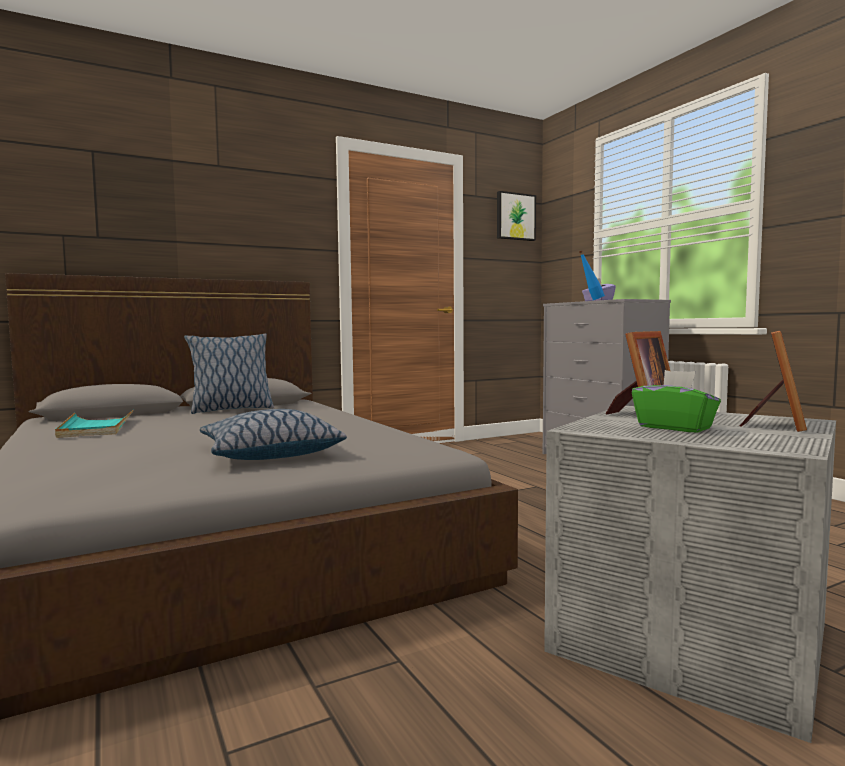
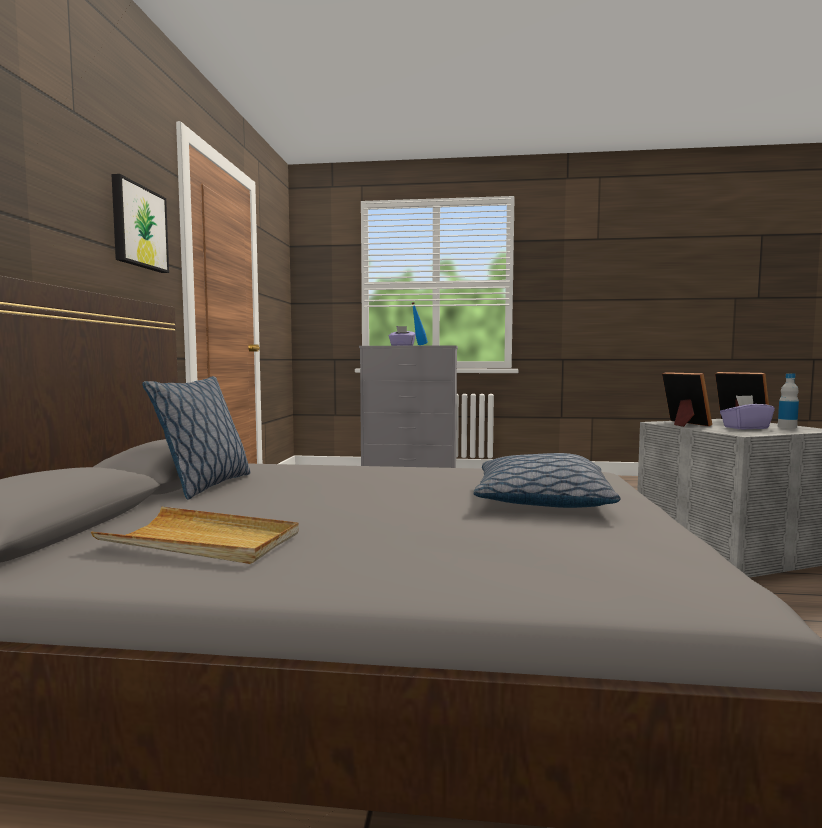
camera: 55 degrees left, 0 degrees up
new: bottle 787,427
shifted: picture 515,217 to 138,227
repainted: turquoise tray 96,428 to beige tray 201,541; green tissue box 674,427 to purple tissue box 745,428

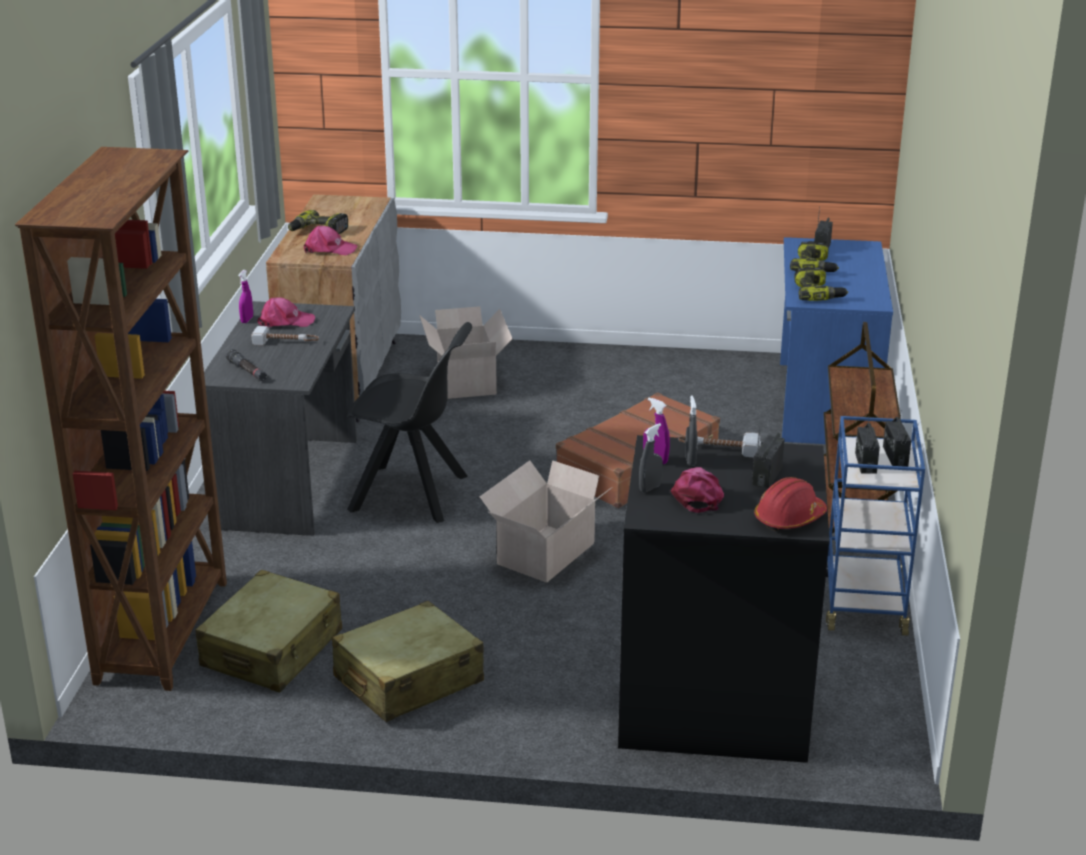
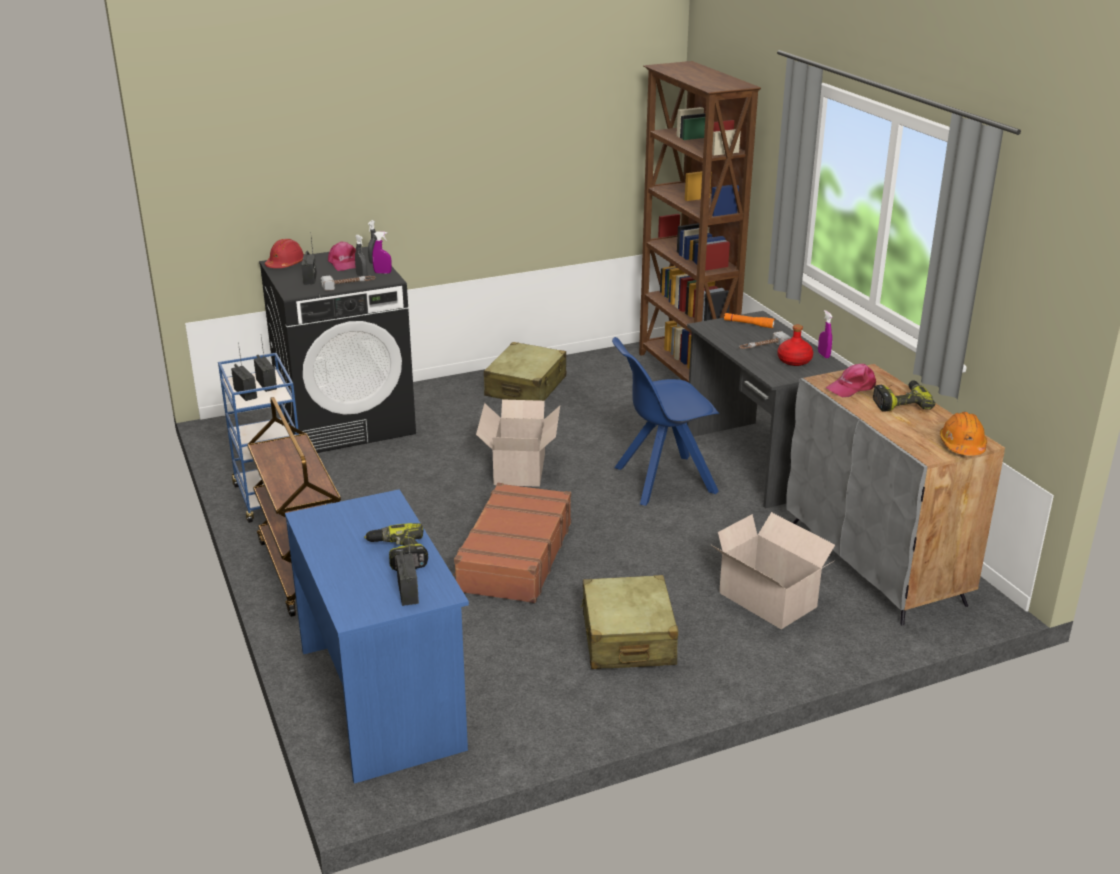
camera: 150 degrees right, 0 degrees up
gone: power drill 818,294
new: orange hard hat 962,445
shifted: beige suitcase 272,649 to 627,639
swapped: pink cap 285,321 to red bottle 794,361
repainted: black chair 412,494 to blue chair 662,480; black flashlight 247,371 to orange flashlight 748,324

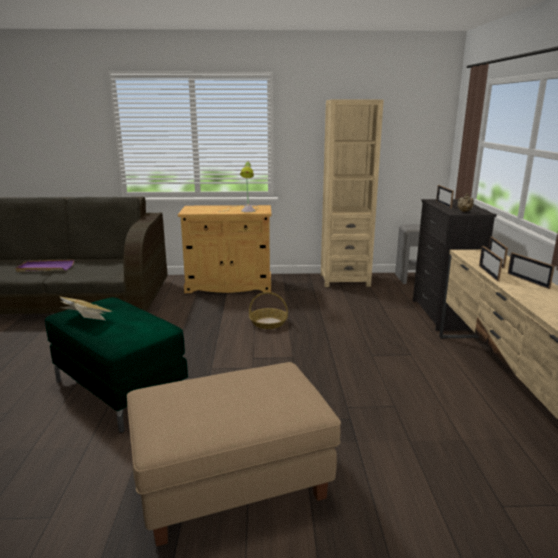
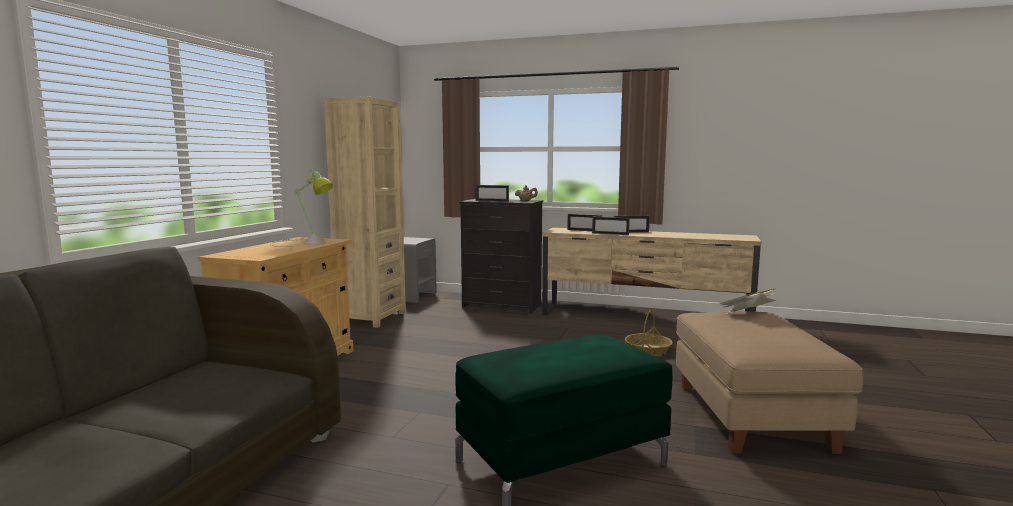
camera: 70 degrees left, 10 degrees down
gone: purple tray 45,268
shifted: basket 268,323 to 648,349; book 85,318 to 747,312

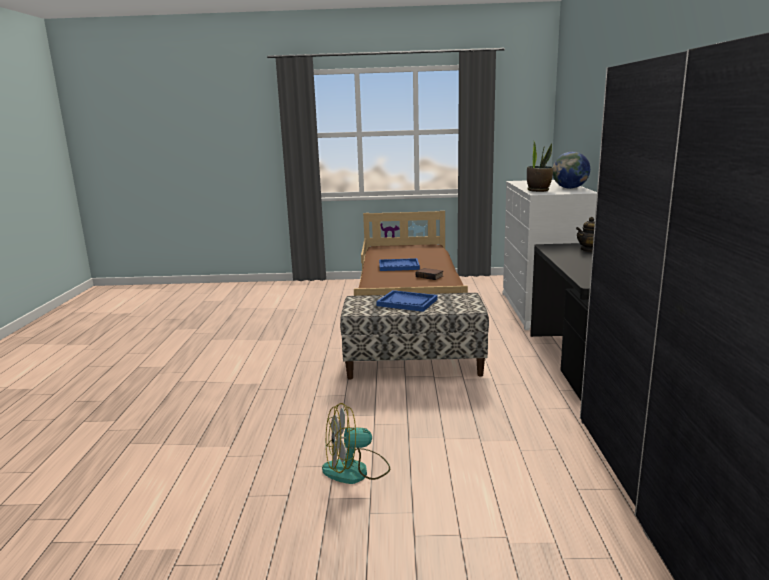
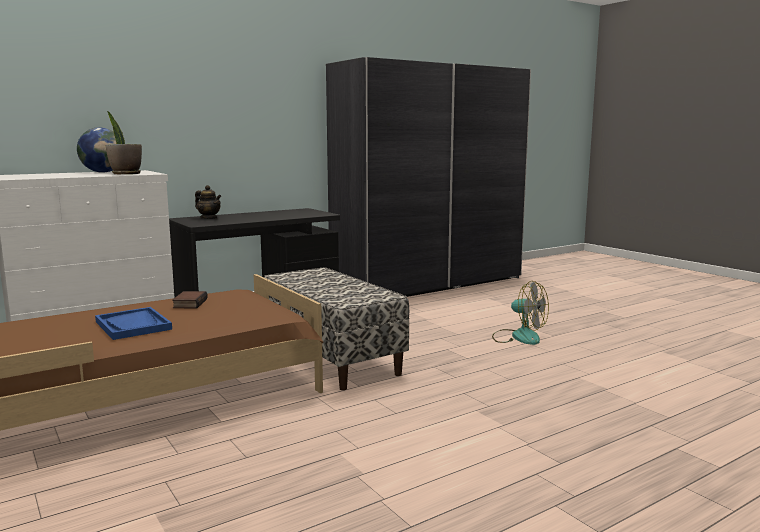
camera: 125 degrees left, 5 degrees down
gone: blue tray 407,302

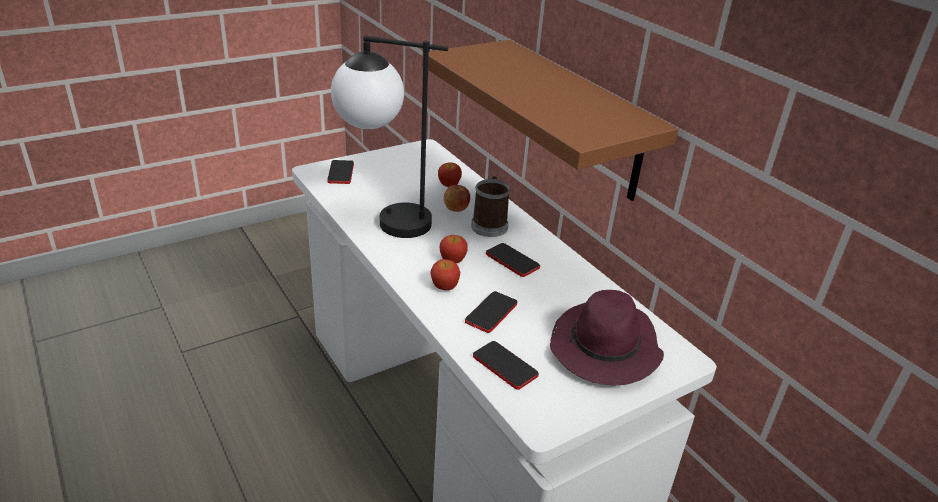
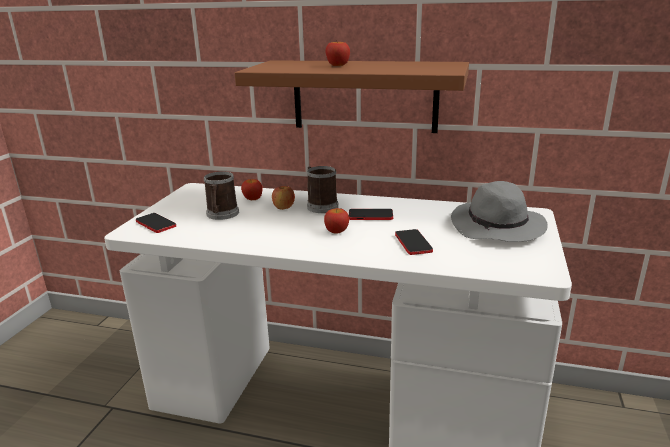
camera: 40 degrees left, 10 degrees down
gone: table lamp 384,220; phone 505,366
new: mug 221,215
shifted: apple 444,286 to 337,65
repainted: purple hat 605,349 to grey hat 498,227

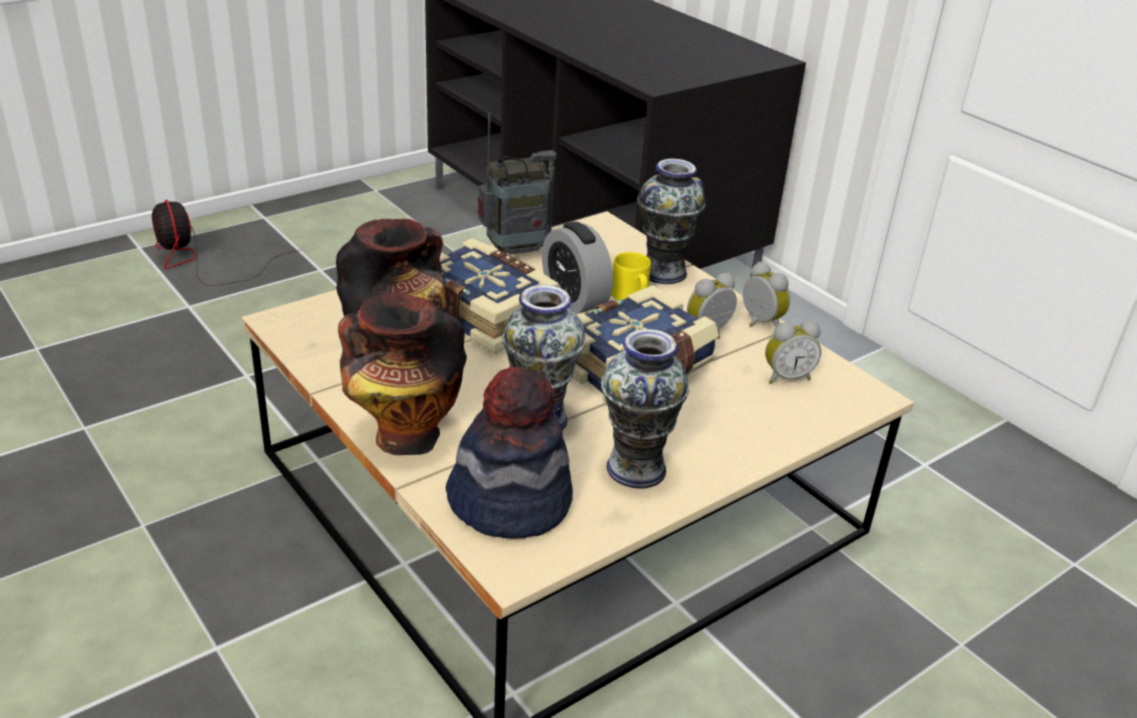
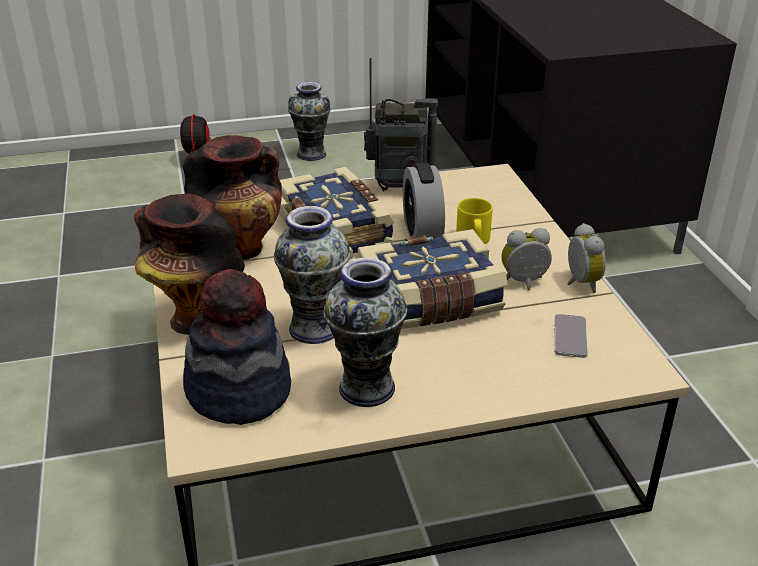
camera: 25 degrees right, 0 degrees up
shifted: vase 663,273 to 311,154
swapped: alarm clock 786,377 to phone 570,337

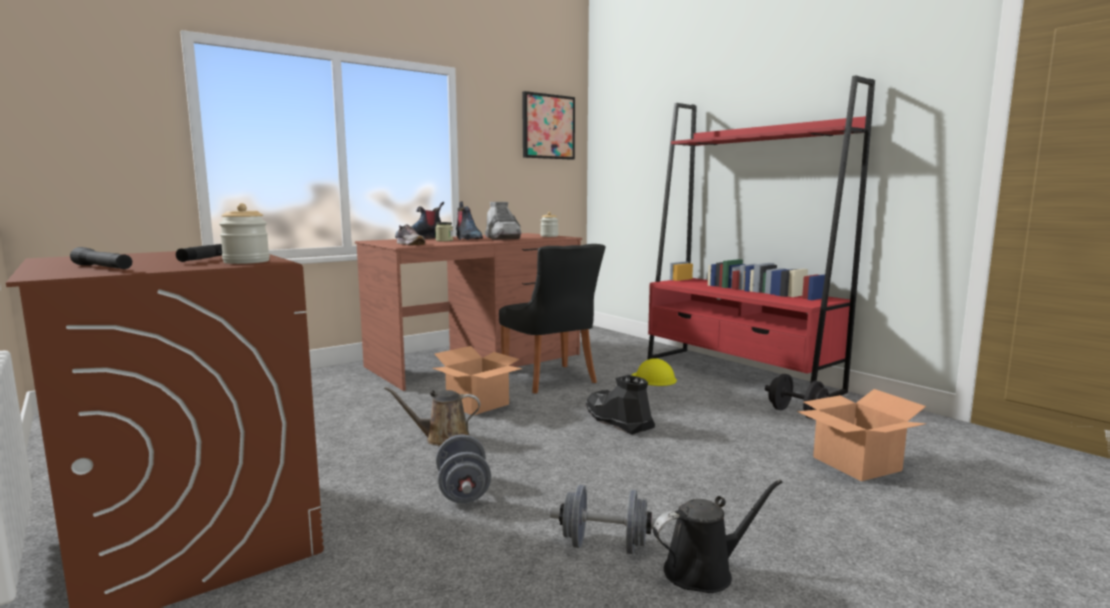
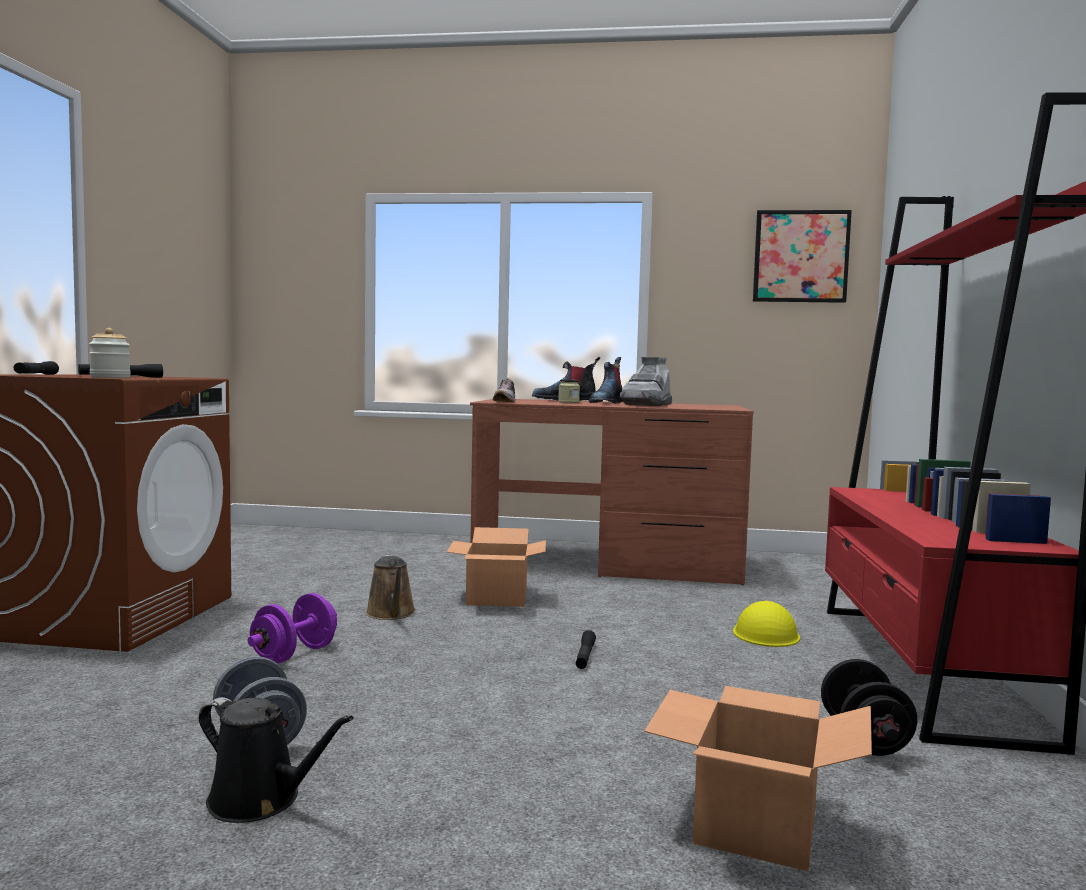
camera: 45 degrees right, 5 degrees down
gone: black chair 551,380; jar 549,236
swapped: black boot 618,421 to black flashlight 585,656
repainted: grey dumbbell 463,491 to purple dumbbell 294,654
rotated: brown watering can 443,439 = 391,614 150 degrees counterclockwise

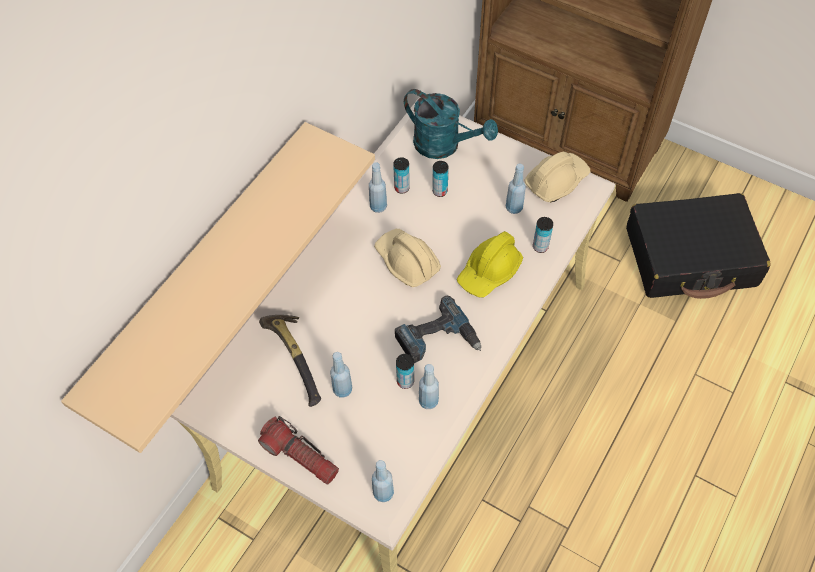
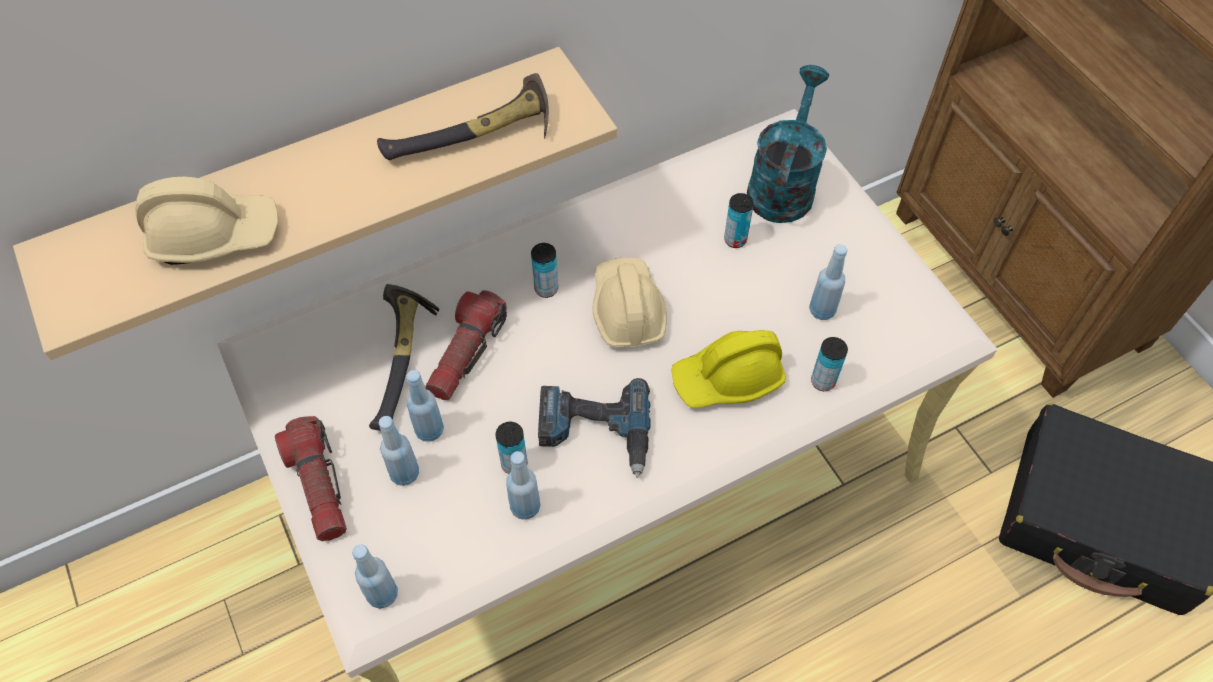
camera: 30 degrees right, 0 degrees up
new: hammer 476,140; flashlight 466,353
shifted: beige hard hat 556,181 to 214,234; blue bottle 378,207 to 404,473; can 401,188 to 546,289
rotated: turquoise watering can 444,145 = 783,184 135 degrees counterclockwise

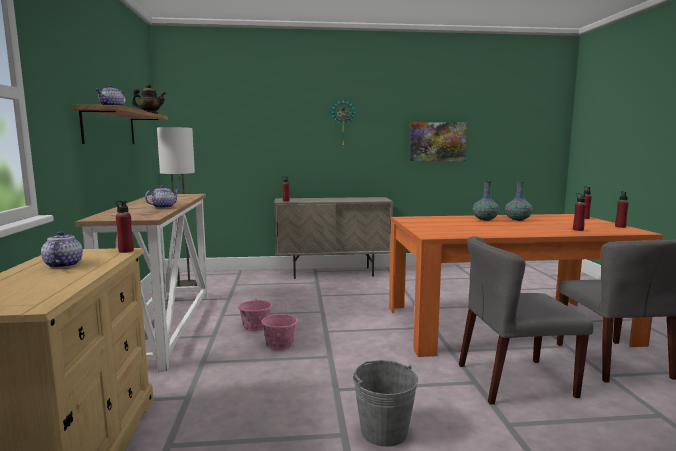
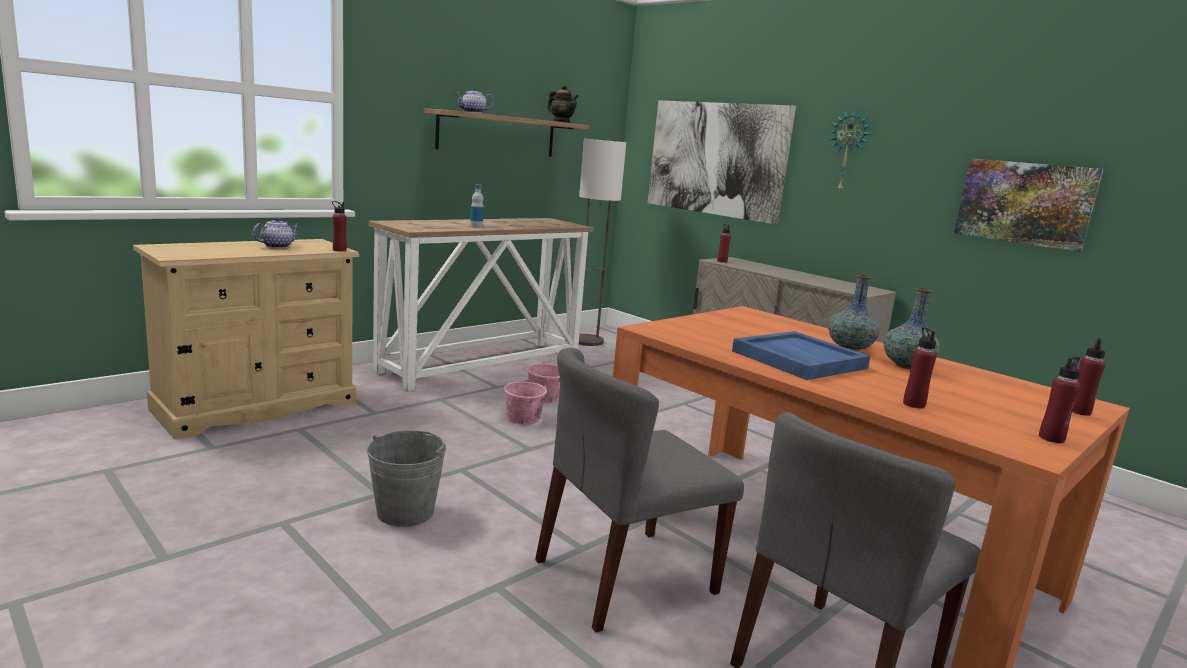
camera: 50 degrees right, 5 degrees up
new: picture 716,159; blue tray 797,359
swapped: teapot 164,207 to bottle 476,227
rotated: grey chair 514,381 = 625,577 75 degrees counterclockwise

